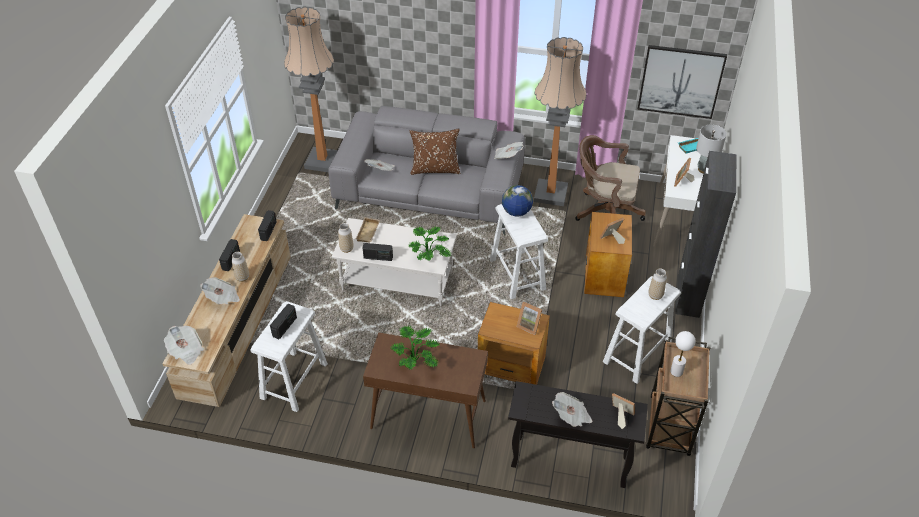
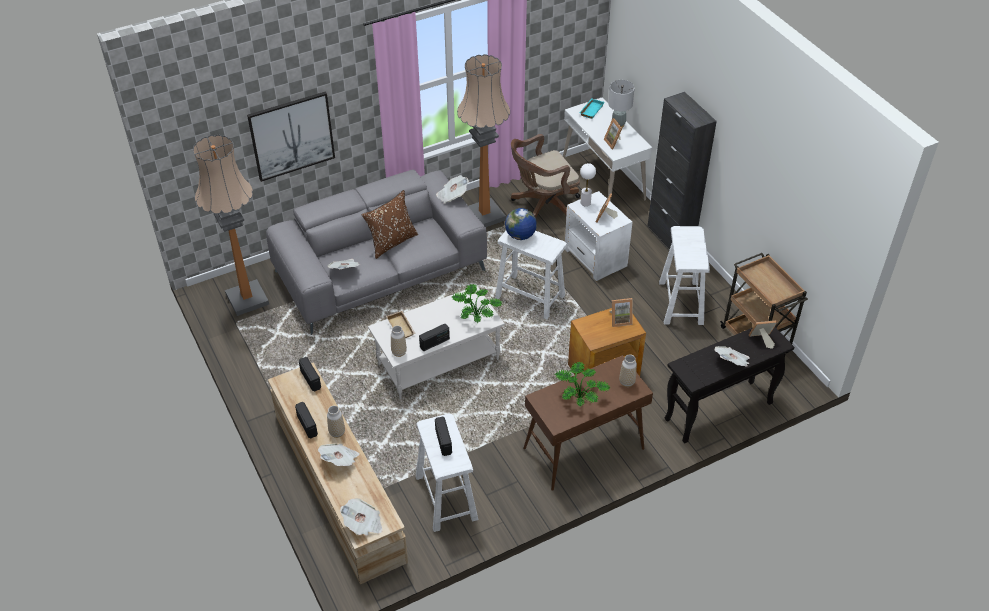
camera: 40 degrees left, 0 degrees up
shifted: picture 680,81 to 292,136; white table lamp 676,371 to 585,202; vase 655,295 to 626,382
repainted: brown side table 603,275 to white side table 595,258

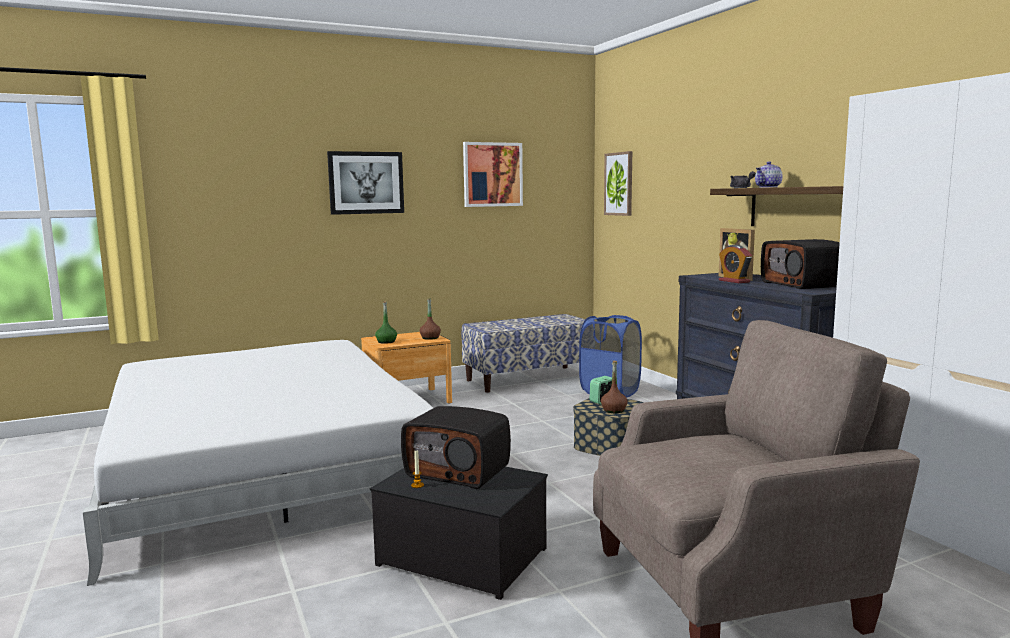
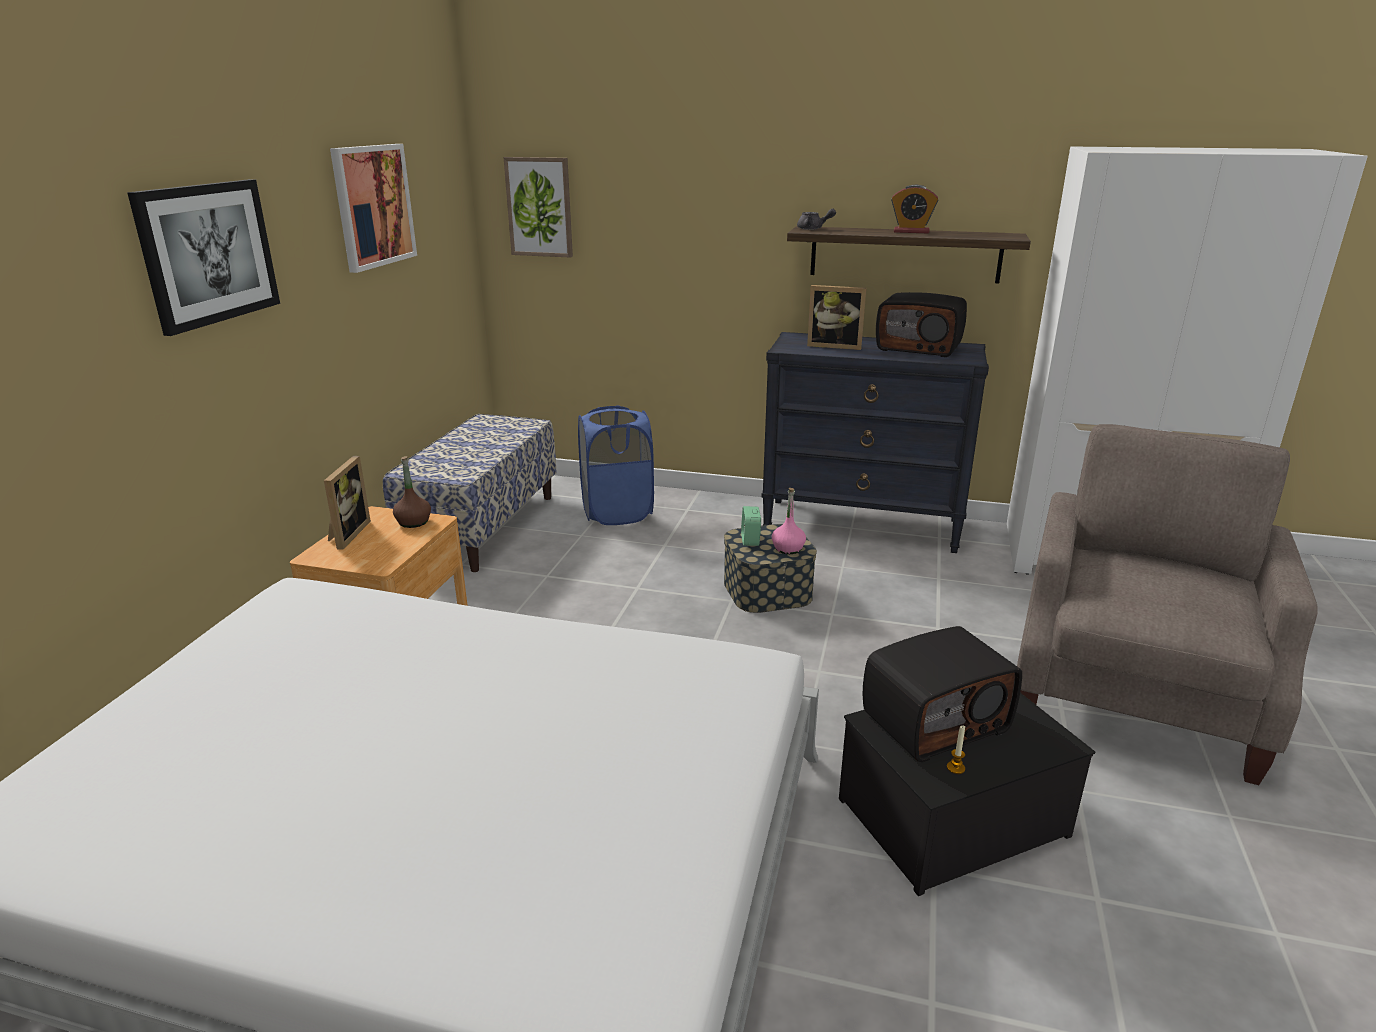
camera: 50 degrees left, 15 degrees up
gone: green bottle 386,342; teapot 768,187
new: picture frame 346,534
shifted: alarm clock 734,281 to 911,231
repainted: brown bottle 614,410 to pink bottle 788,548

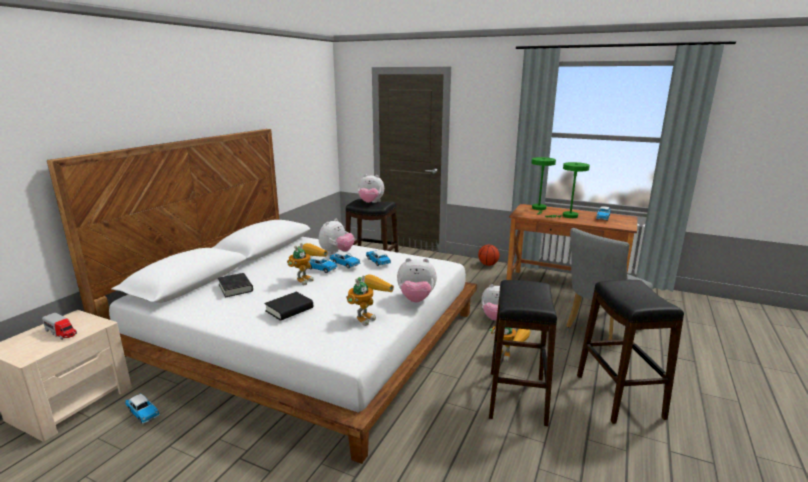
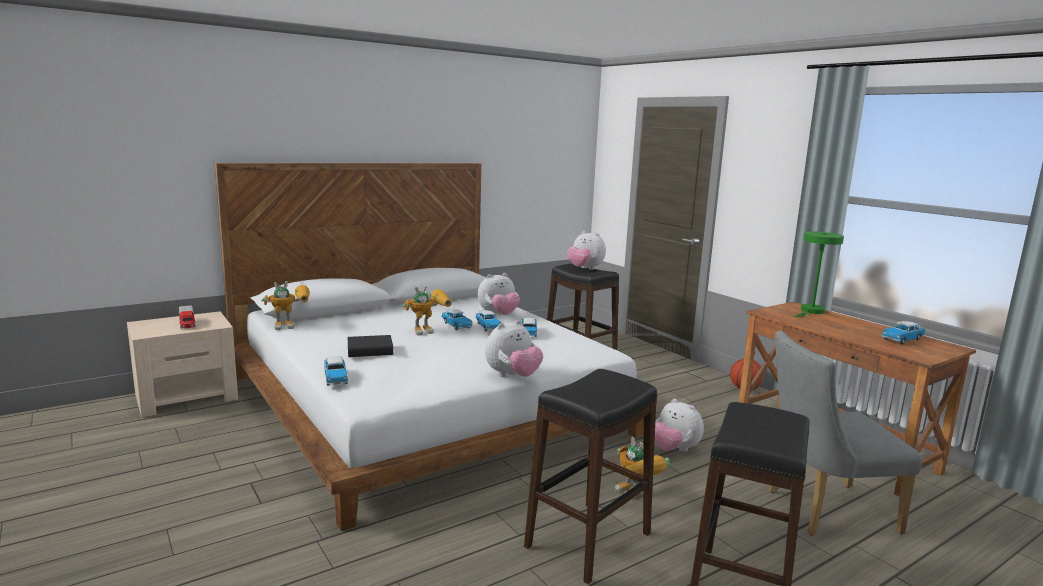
camera: 30 degrees right, 5 degrees down
gone: black book 235,288; green table lamp 567,216
shifted: toy robot 367,316 to 292,326; toy car 143,413 to 335,378
rotated: plush toy 416,299 = 512,376 75 degrees counterclockwise

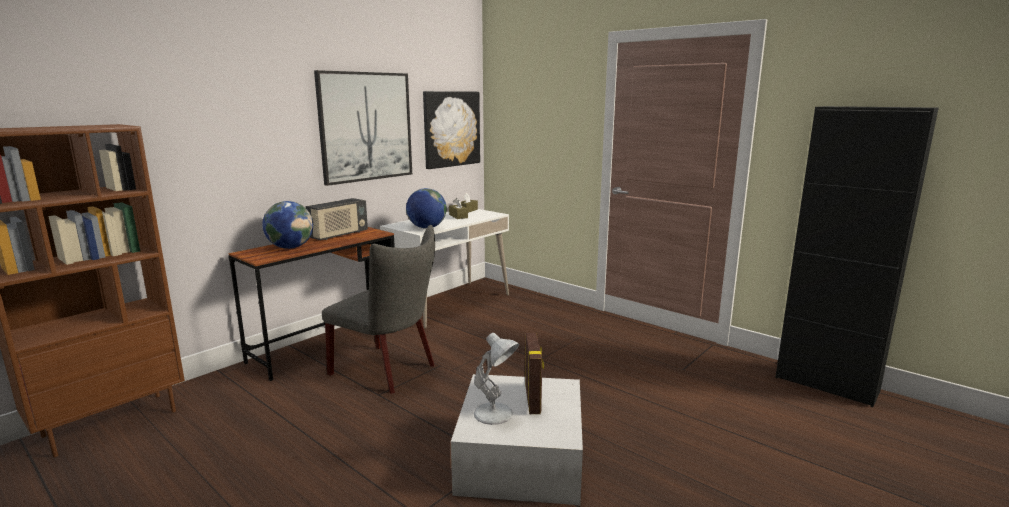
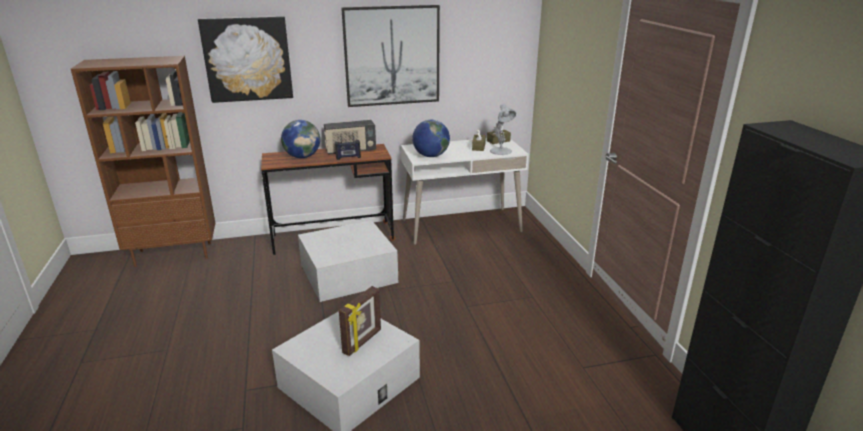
camera: 35 degrees right, 10 degrees up
new: radio 348,157
shifted: picture 451,129 to 247,59; white table lamp 495,414 to 501,151
swapped: grey chair 388,370 to white storage box 348,273

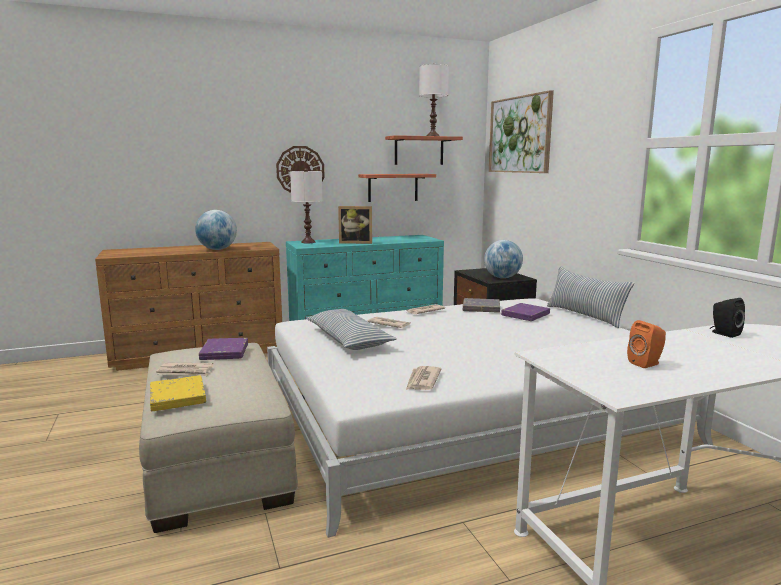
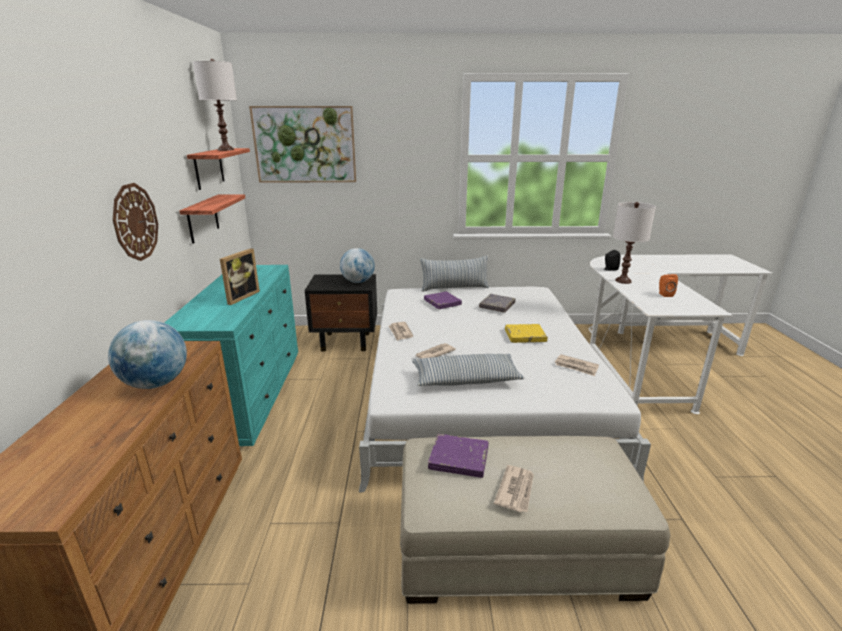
camera: 70 degrees left, 10 degrees up
shifted: grey book 481,308 to 497,305; yellow book 178,397 to 525,336; white table lamp 308,242 to 623,281

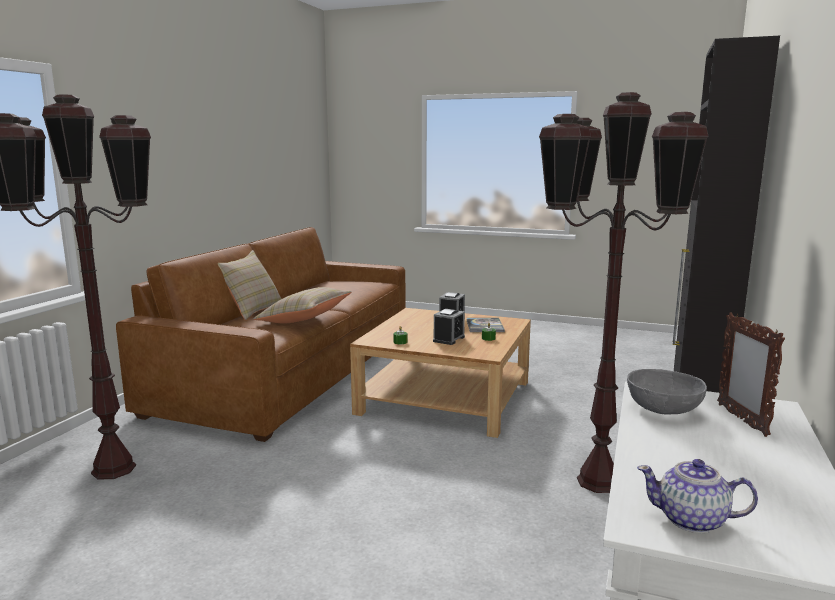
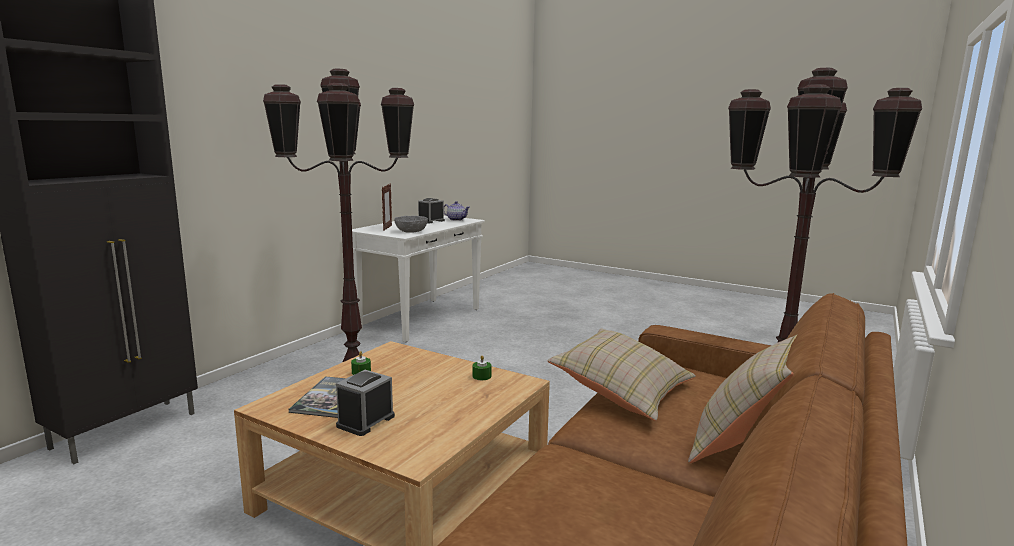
camera: 170 degrees left, 0 degrees up
shifted: alarm clock 449,339 to 431,221

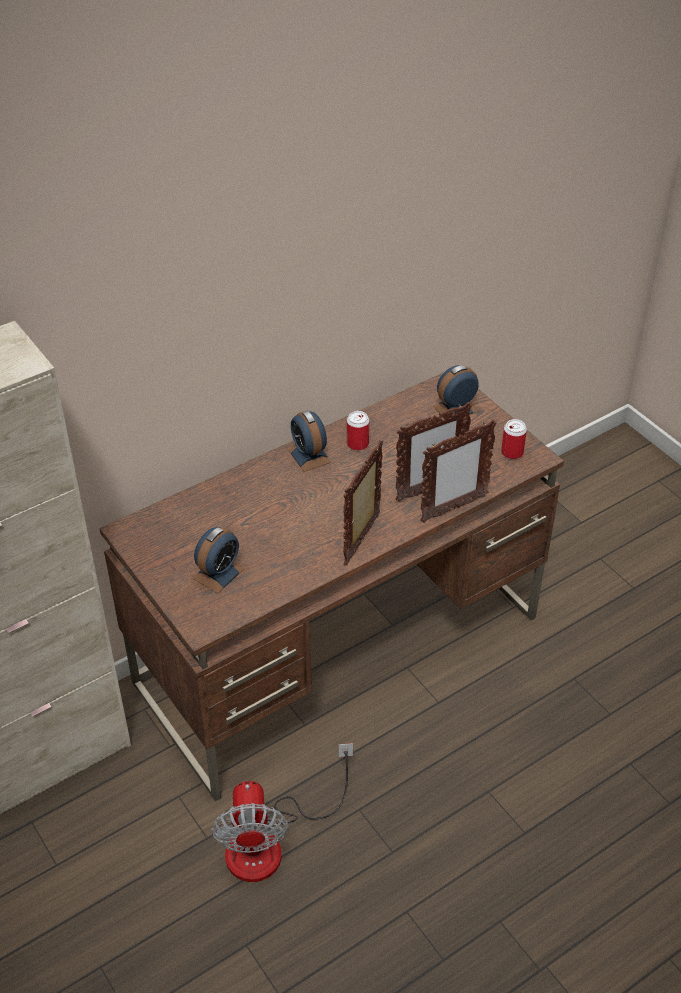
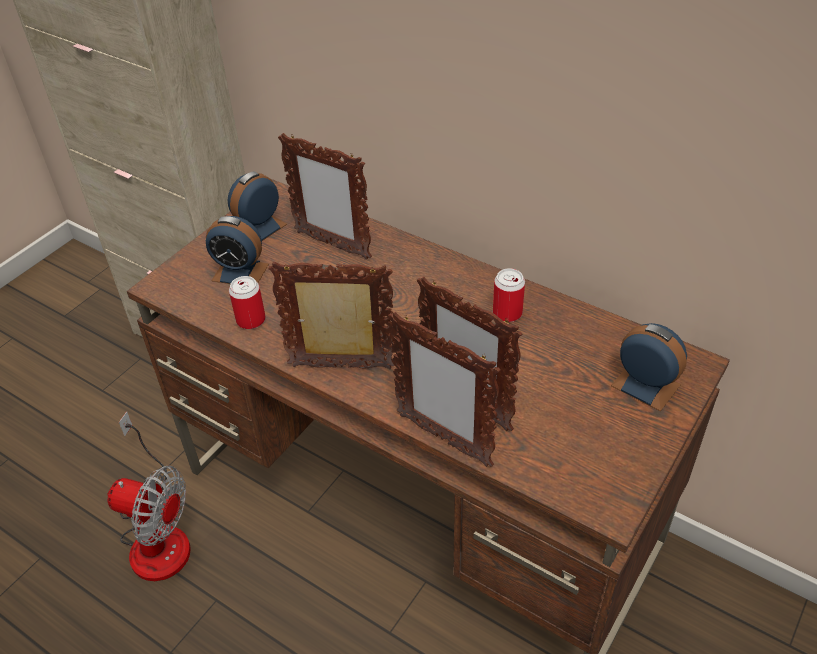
camera: 70 degrees right, 0 degrees up
new: picture frame 332,245
shifted: alarm clock 309,455 to 259,228; can 512,452 to 251,320
rotated: fan 270,842 = 157,534 135 degrees counterclockwise

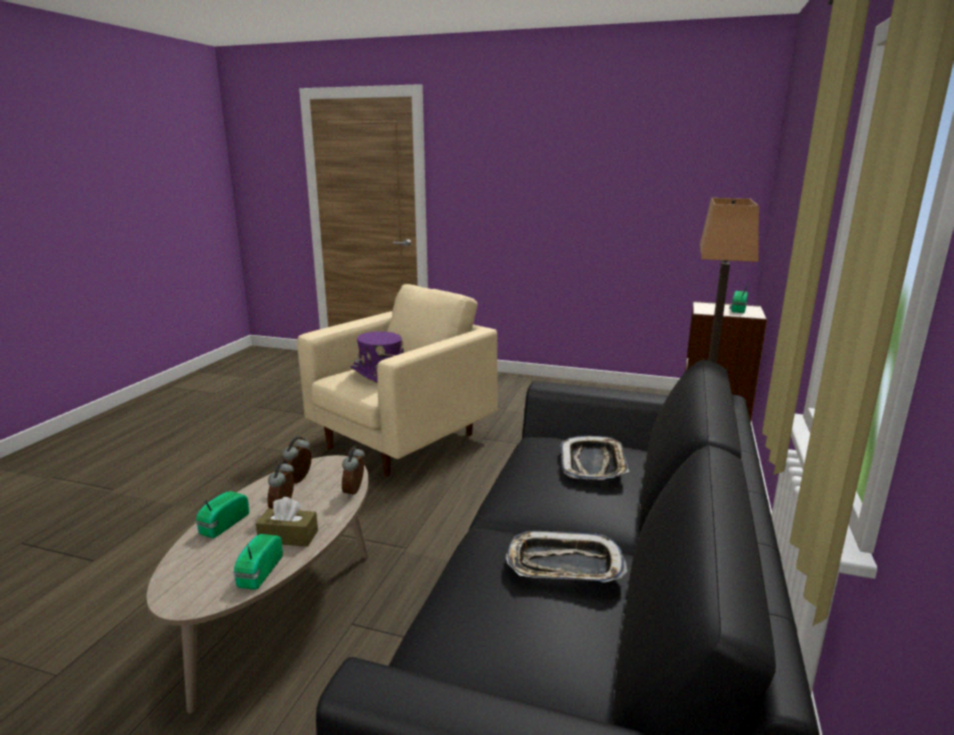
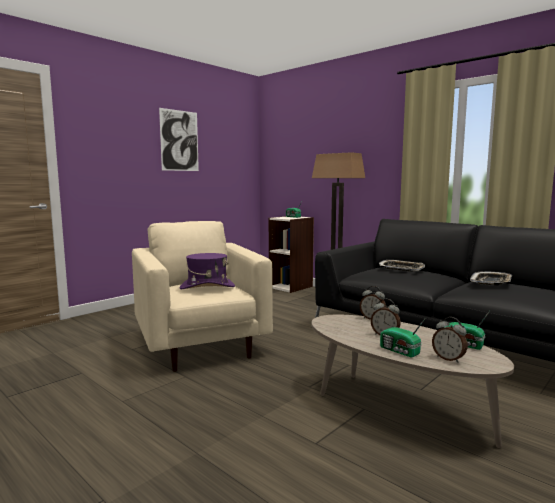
camera: 65 degrees left, 10 degrees down
gone: brown tissue box 288,536
new: picture 179,140
shifted: alarm clock 299,481 to 448,359

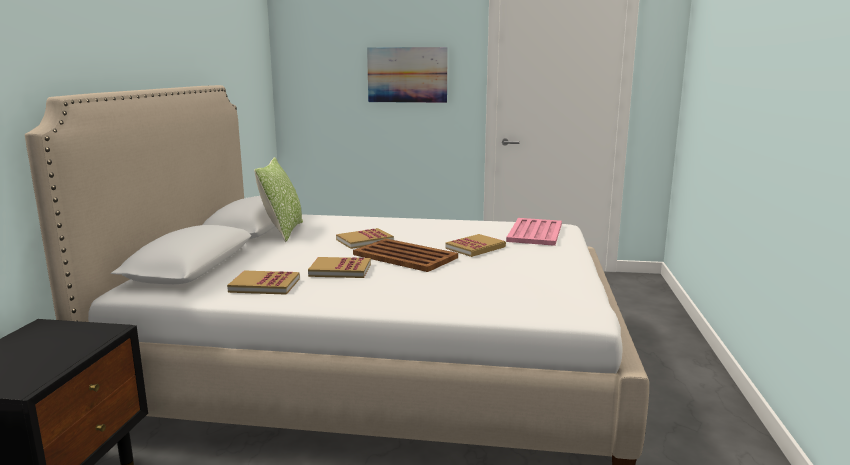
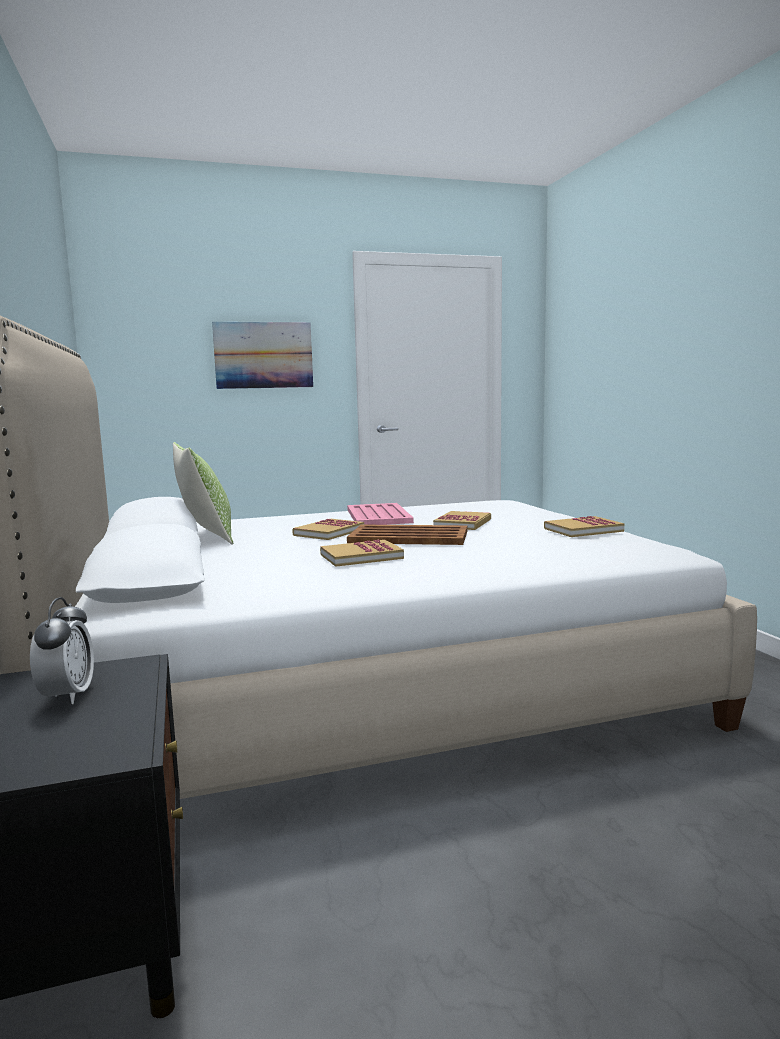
camera: 25 degrees left, 5 degrees down
new: alarm clock 67,696
shifted: pink tray 535,232 to 378,516; book 265,285 to 583,530

